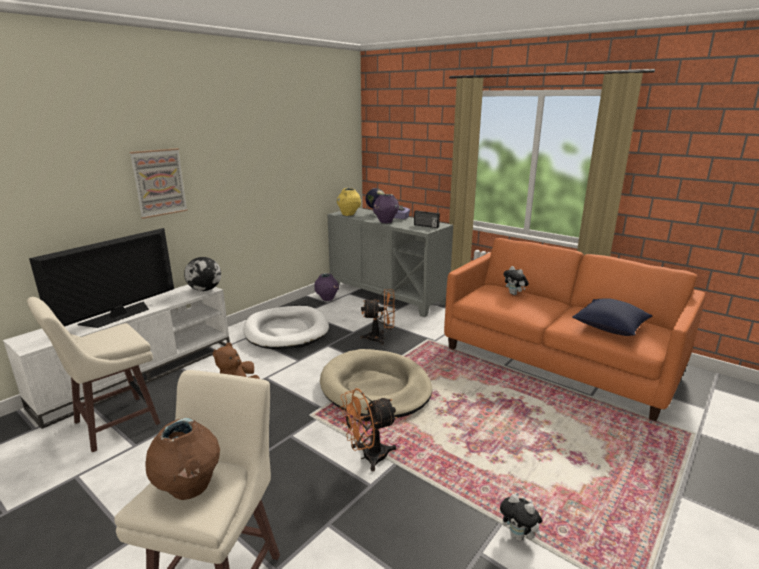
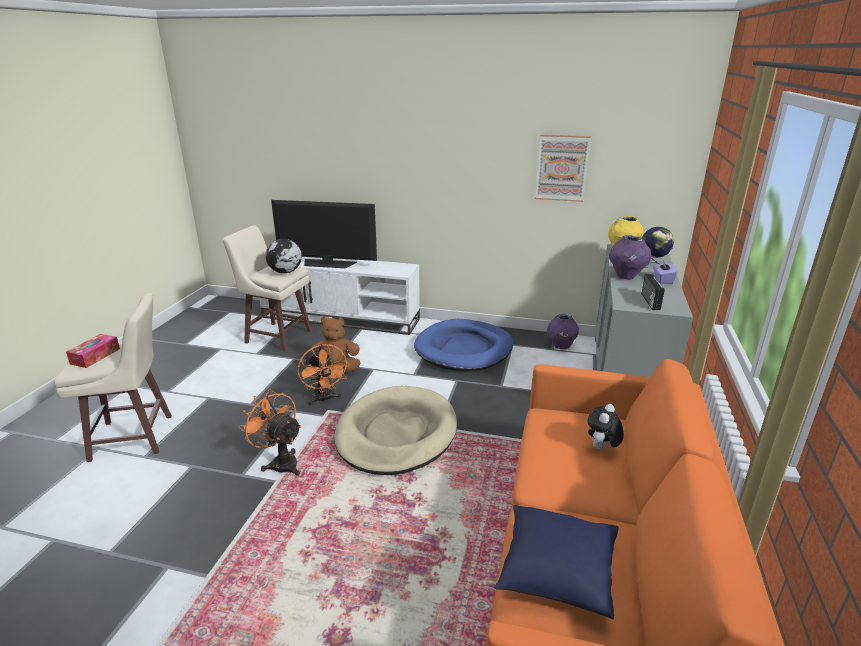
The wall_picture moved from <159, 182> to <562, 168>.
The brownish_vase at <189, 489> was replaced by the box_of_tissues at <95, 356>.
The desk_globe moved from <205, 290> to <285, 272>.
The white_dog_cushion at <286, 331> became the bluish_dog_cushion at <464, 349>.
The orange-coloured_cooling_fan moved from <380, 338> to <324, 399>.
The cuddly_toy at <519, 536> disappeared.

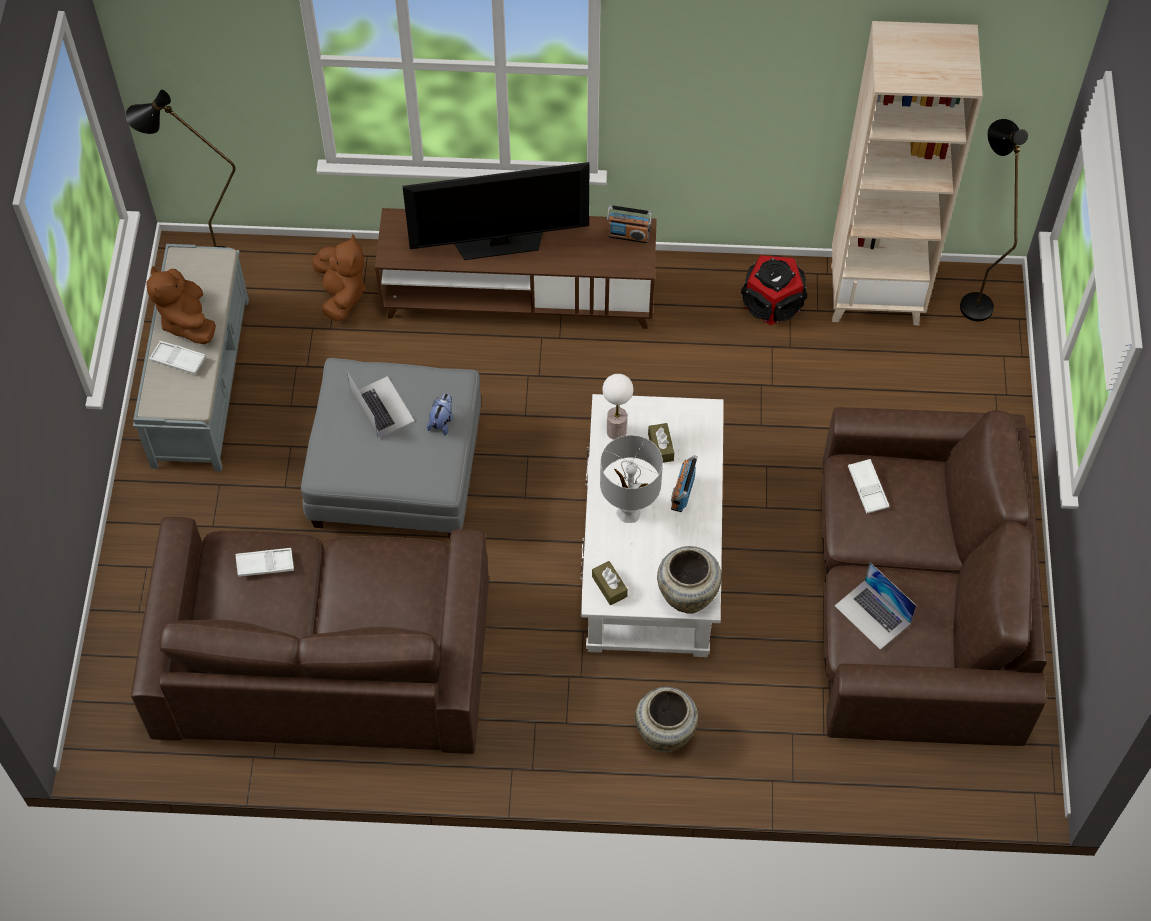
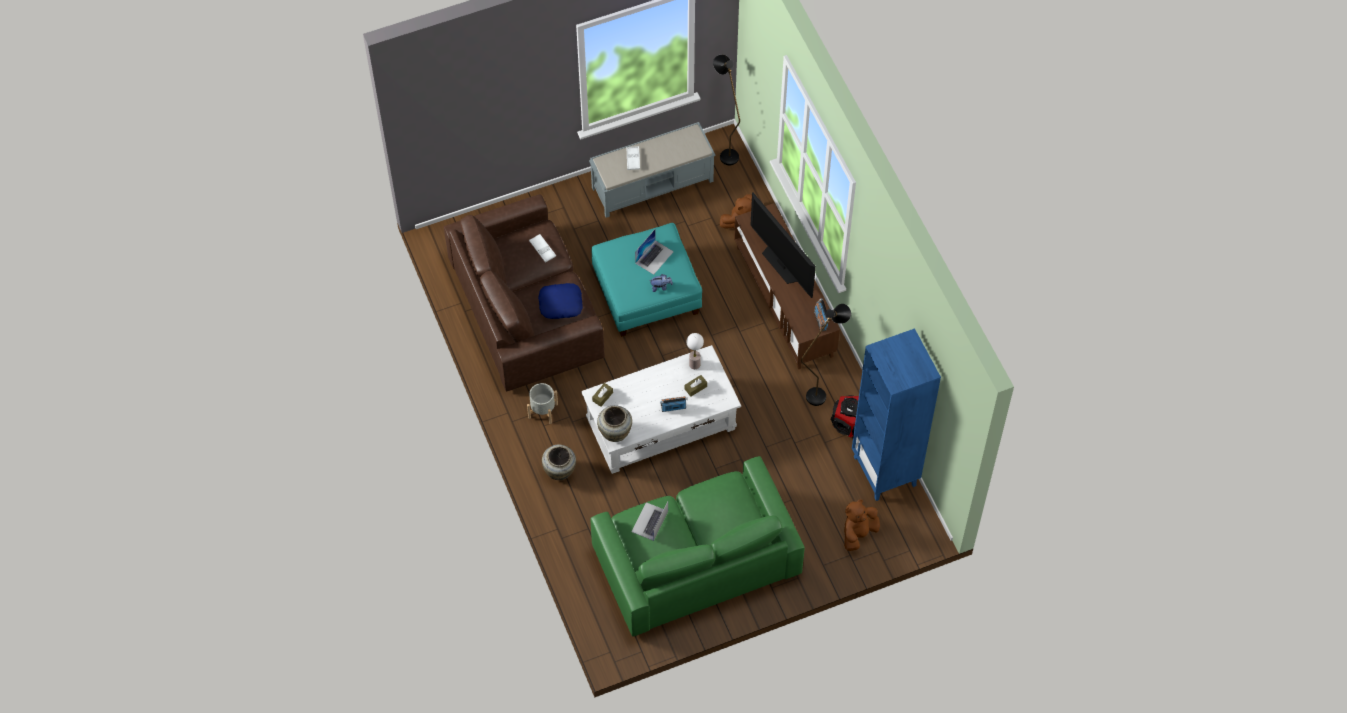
The brownish_cuddly_toy moved from <187, 321> to <858, 533>.
The grey_footrest at <396, 471> became the turquoise-coloured_footrest at <646, 292>.
The grey_lamp_for_a_table at <629, 512> disappeared.
The brownish_settee at <915, 600> became the greenish_settee at <695, 558>.
The beige-coloured_bookshelf at <875, 293> became the bluish_bookshelf at <885, 471>.
The white_carrying_tray at <867, 488> disappeared.
The black_floor_lamp moved from <971, 297> to <821, 392>.
The grey_planter at <543, 411> appeared.
The bluish_throw_pillow at <560, 303> appeared.

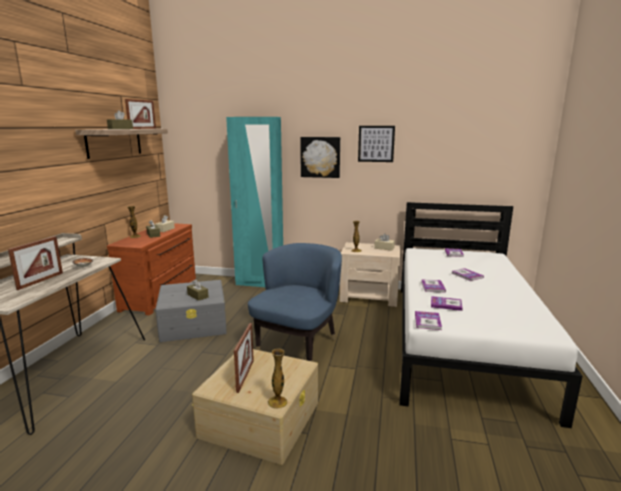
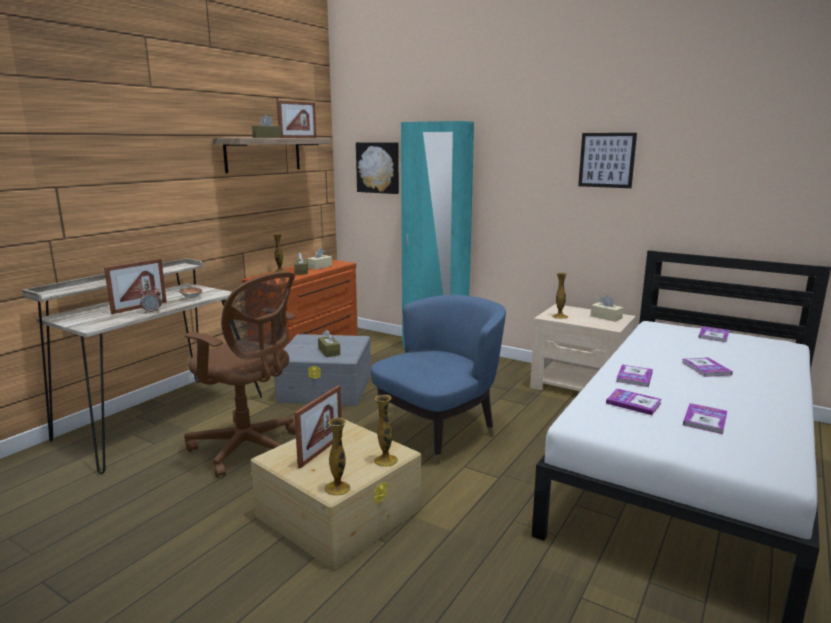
The wall_picture moved from <320, 157> to <378, 167>.
The book moved from <427, 321> to <705, 420>.
The alarm_clock at <152, 312> appeared.
The brownish_office_chair at <249, 449> appeared.
The vase at <386, 460> appeared.

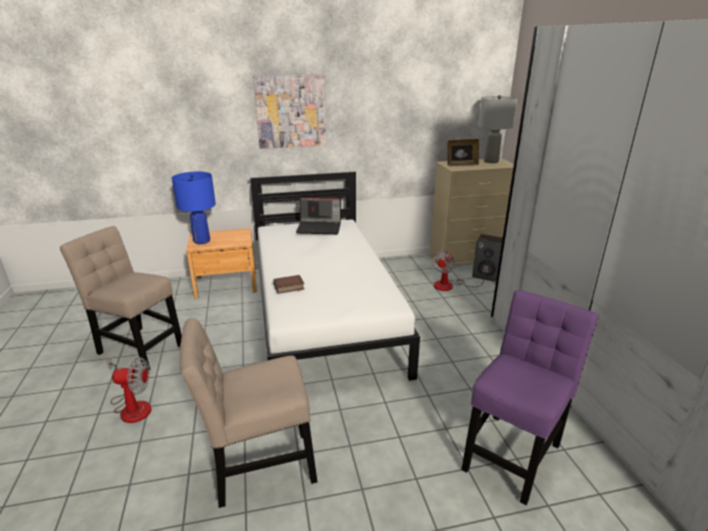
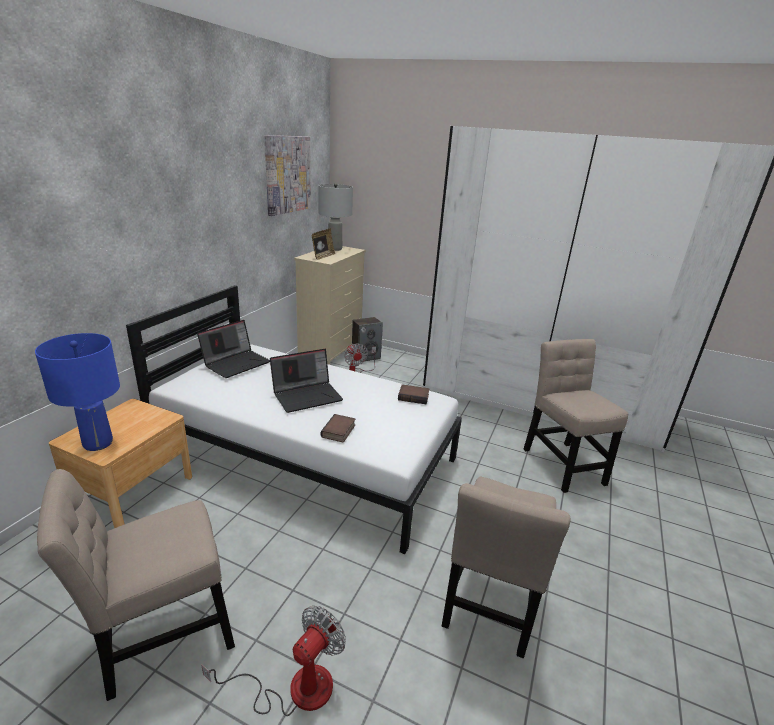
The wall_picture moved from <291, 111> to <287, 174>.
The purple-coloured_chair at <512, 452> became the beige-coloured_chair at <561, 463>.
The portable_computer at <307, 395> appeared.
The book at <414, 397> appeared.

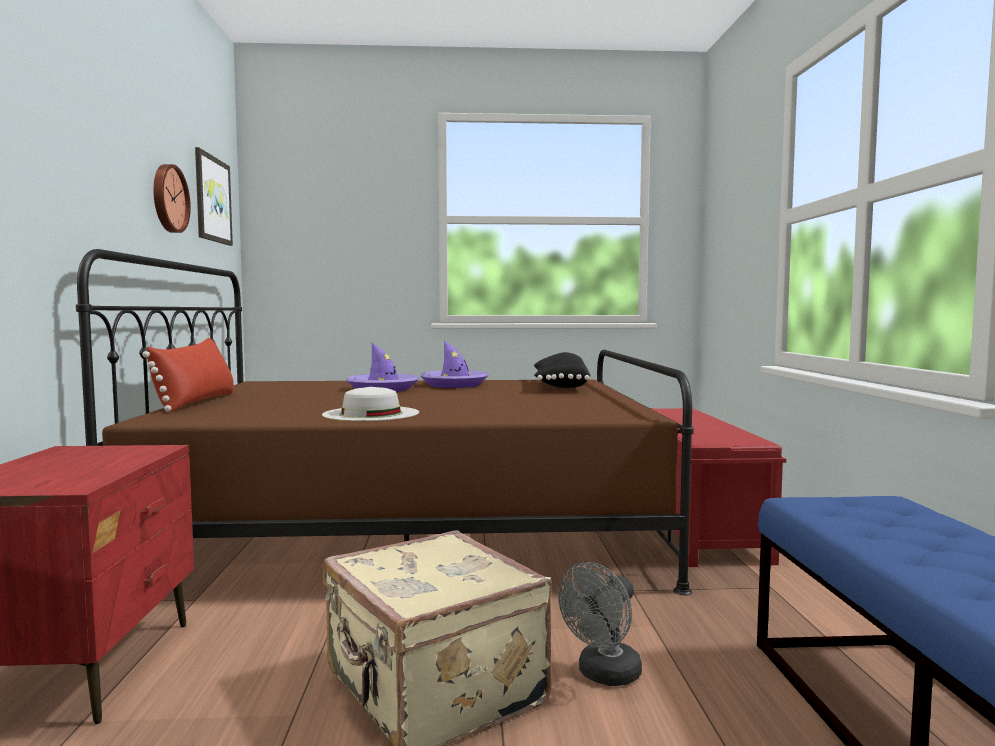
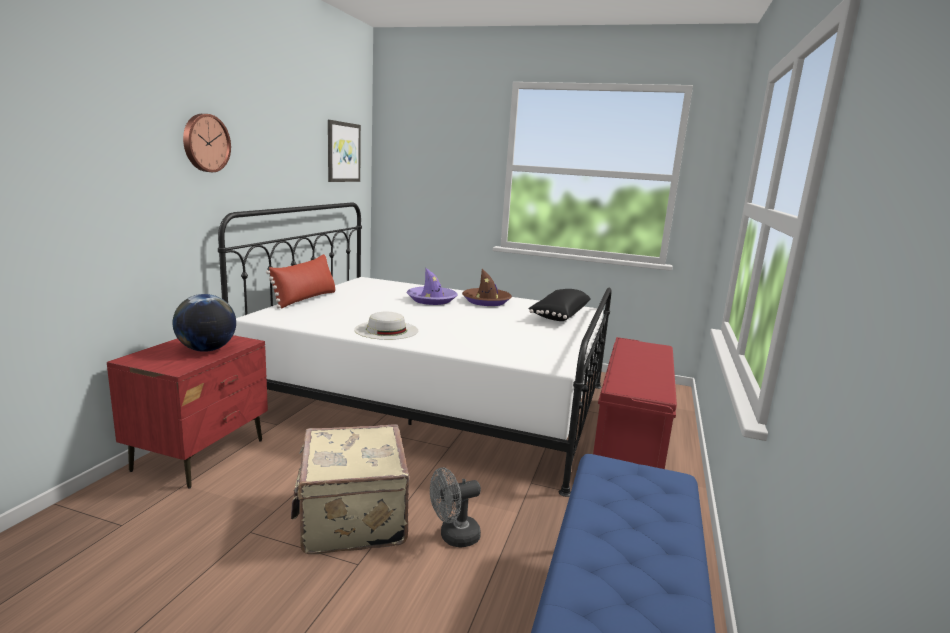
The brownish_sleeping_bed at <414, 528> became the white_sleeping_bed at <434, 400>.
The wall_clock moved from <168, 198> to <205, 143>.
The purple-coloured_clothing_hat at <454, 384> became the brownish_clothing_hat at <486, 301>.
The desk_globe at <206, 350> appeared.

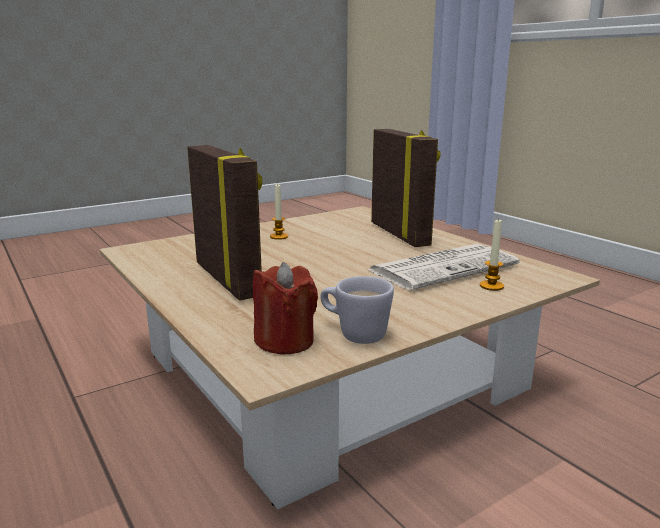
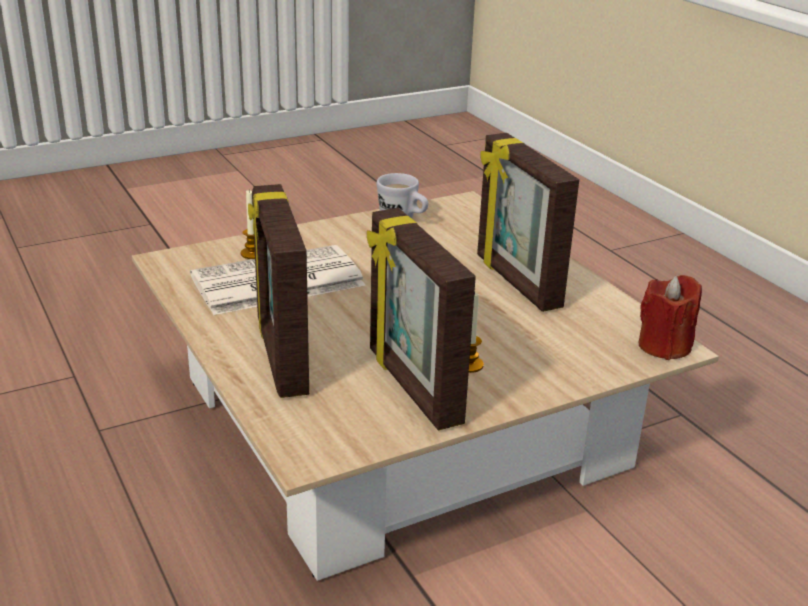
The red_wax_light moved from <285, 341> to <664, 346>.
The standing_frame at <412, 387> appeared.

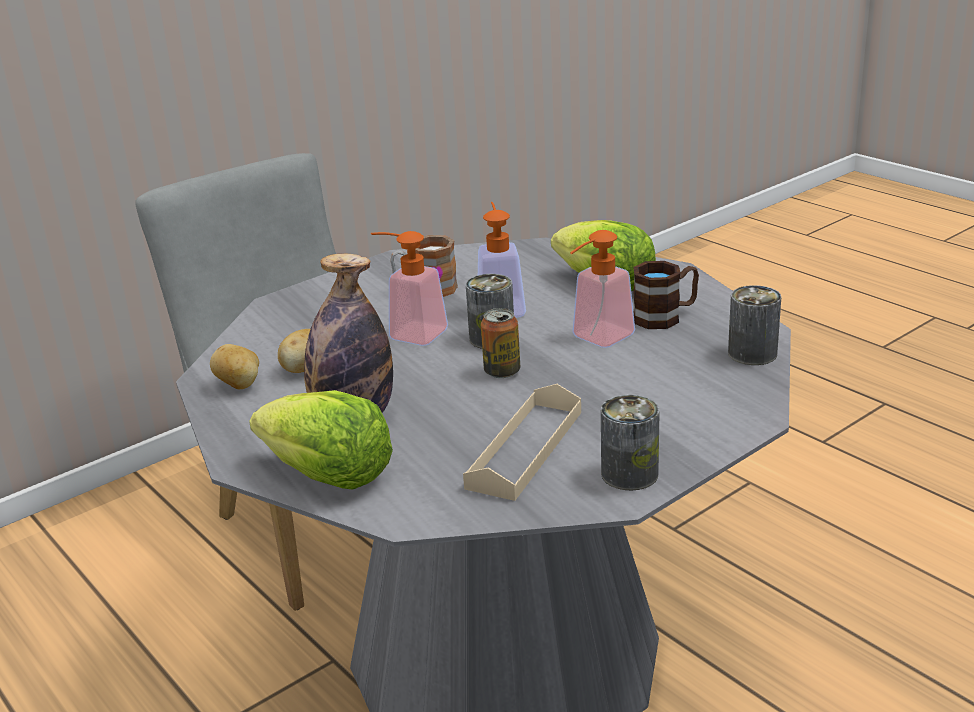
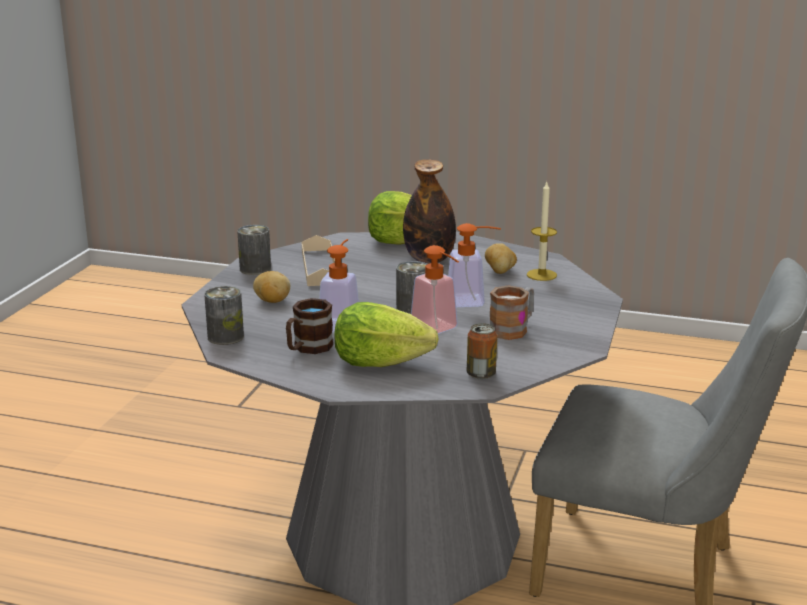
The spud moved from <239, 385> to <272, 301>.
The metal_can moved from <502, 371> to <481, 374>.
The wax_light at <541, 275> appeared.

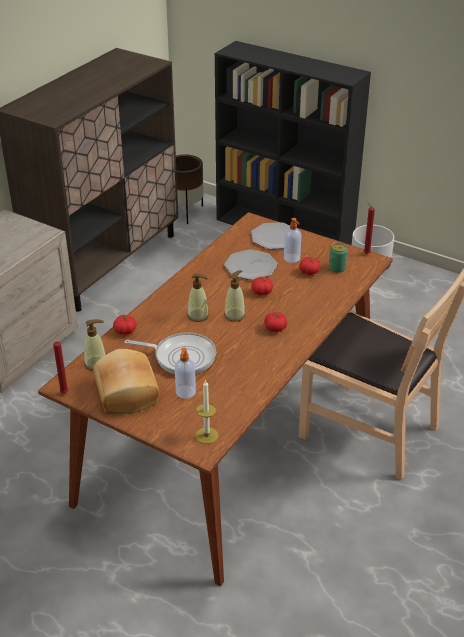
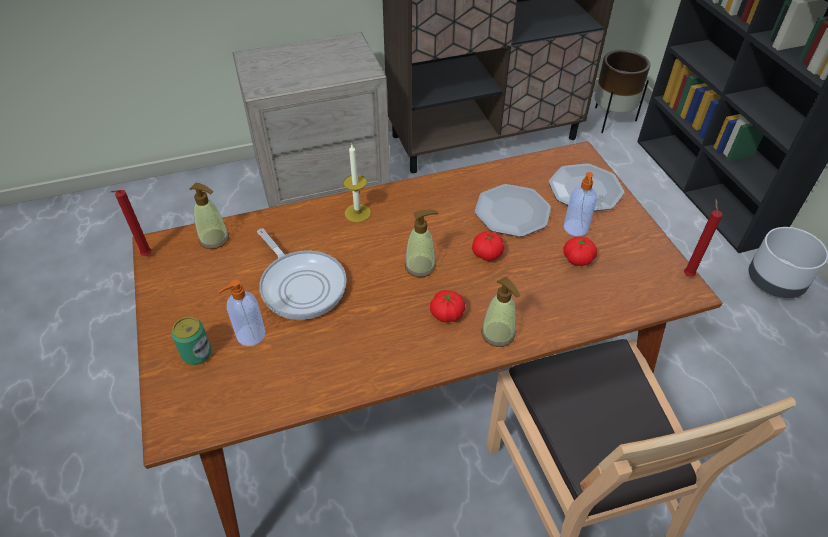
The bakery_bread at <125, 393> disappeared.
The fresh_tomato at <125, 331> disappeared.
The liquid_soap_bottle moved from <198, 316> to <498, 334>.
The wax_light moved from <206, 435> to <357, 213>.
The metal_can moved from <337, 268> to <197, 354>.

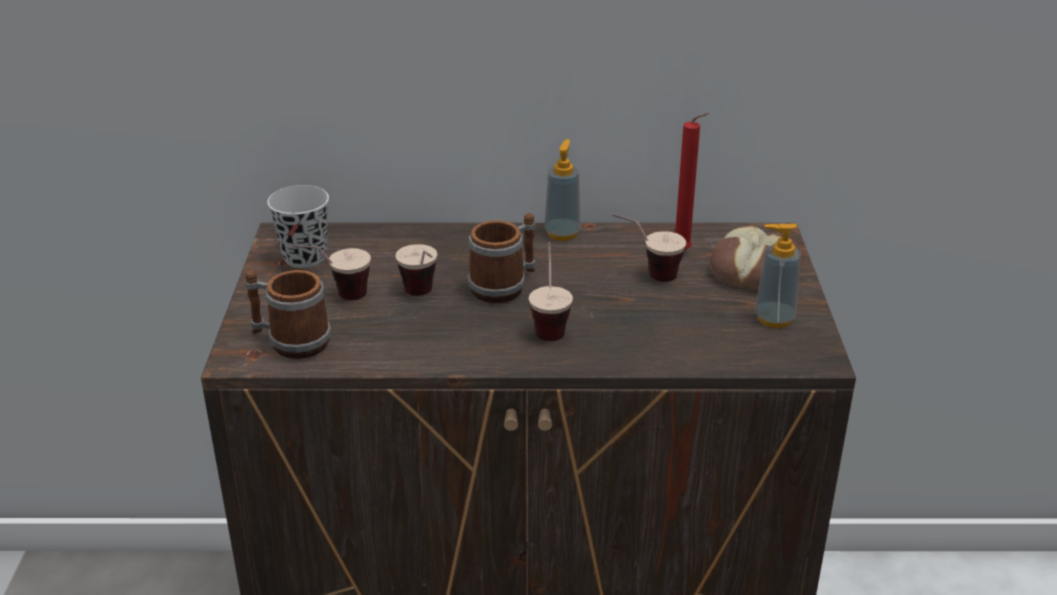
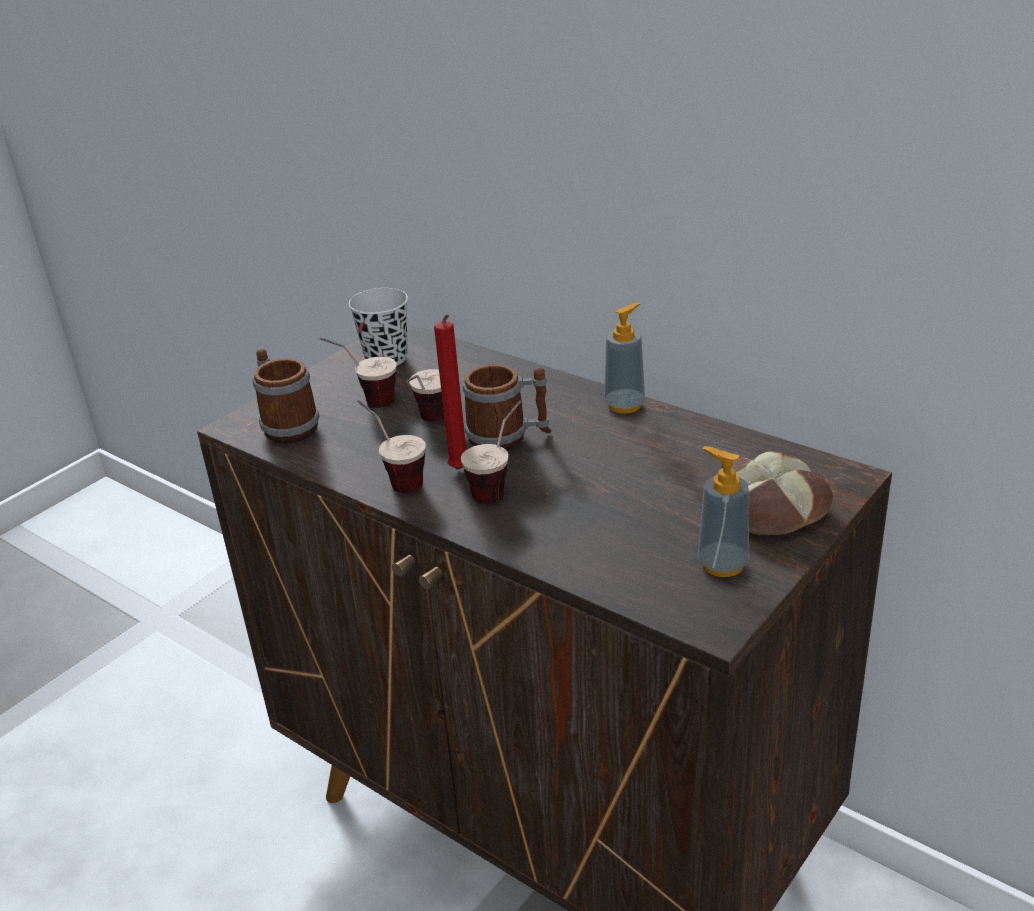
The drinking_cup moved from <646, 275> to <395, 479>.
The red_wax_light moved from <684, 252> to <460, 471>.

